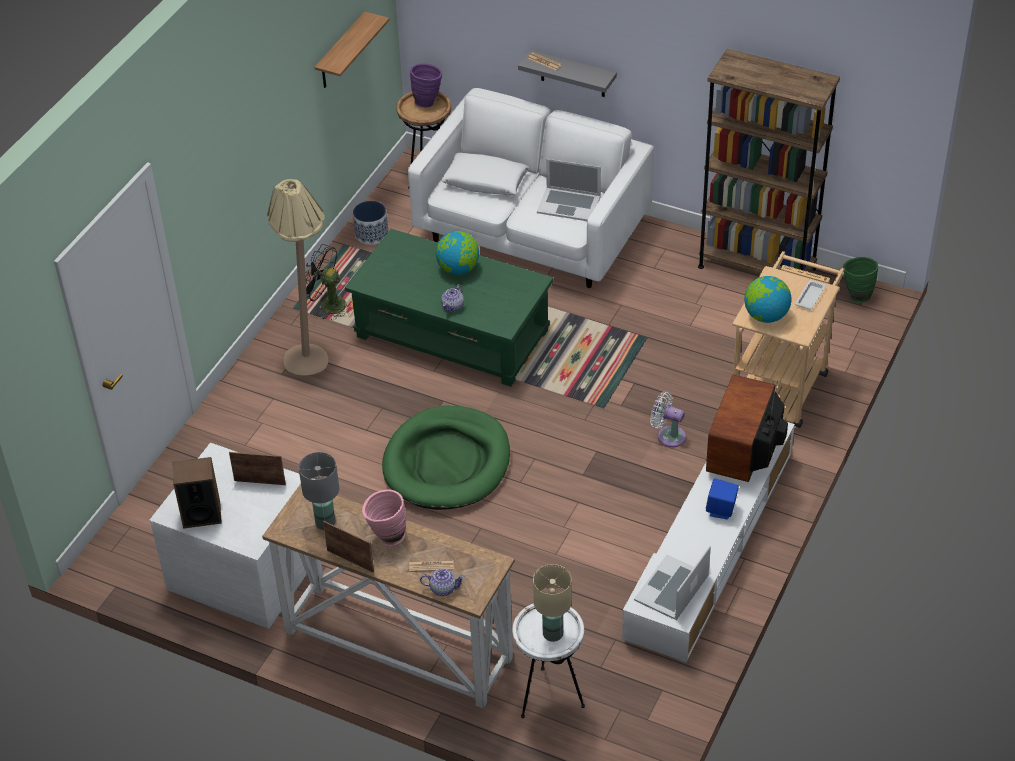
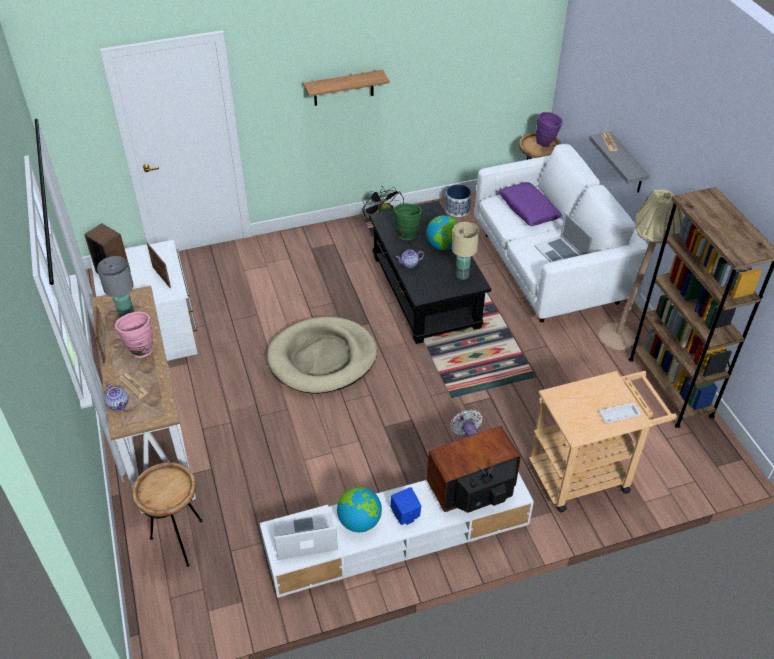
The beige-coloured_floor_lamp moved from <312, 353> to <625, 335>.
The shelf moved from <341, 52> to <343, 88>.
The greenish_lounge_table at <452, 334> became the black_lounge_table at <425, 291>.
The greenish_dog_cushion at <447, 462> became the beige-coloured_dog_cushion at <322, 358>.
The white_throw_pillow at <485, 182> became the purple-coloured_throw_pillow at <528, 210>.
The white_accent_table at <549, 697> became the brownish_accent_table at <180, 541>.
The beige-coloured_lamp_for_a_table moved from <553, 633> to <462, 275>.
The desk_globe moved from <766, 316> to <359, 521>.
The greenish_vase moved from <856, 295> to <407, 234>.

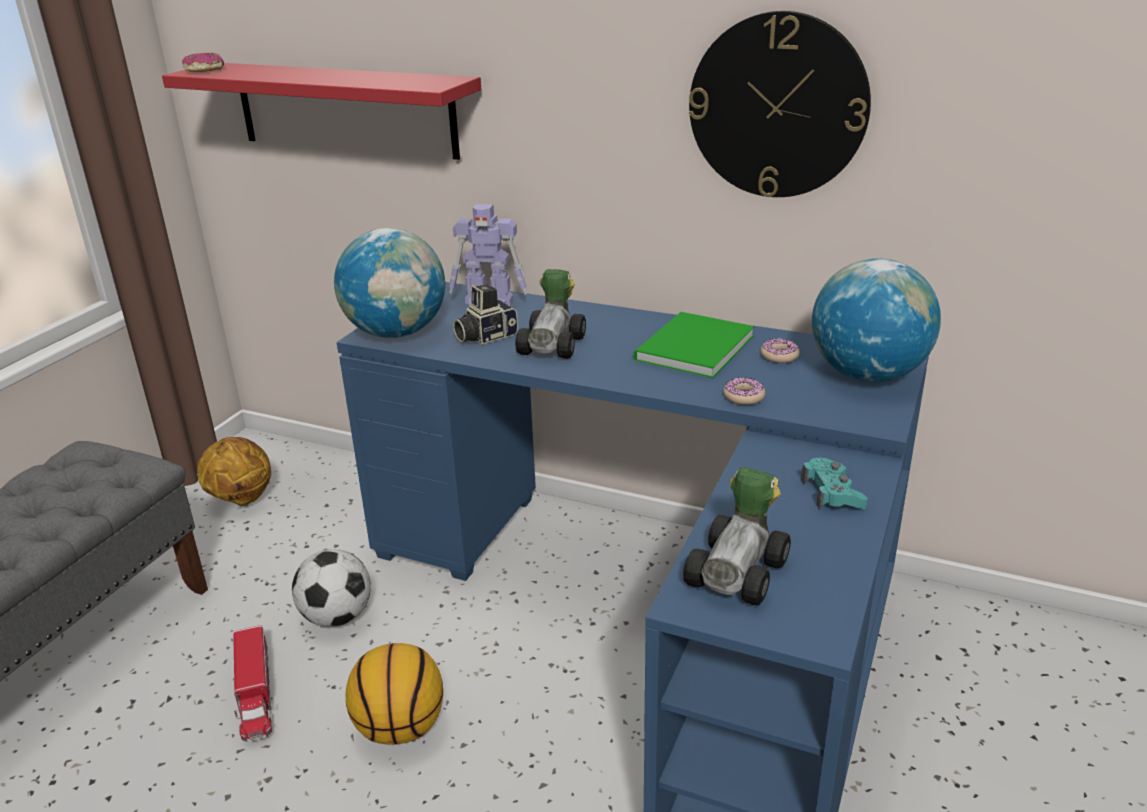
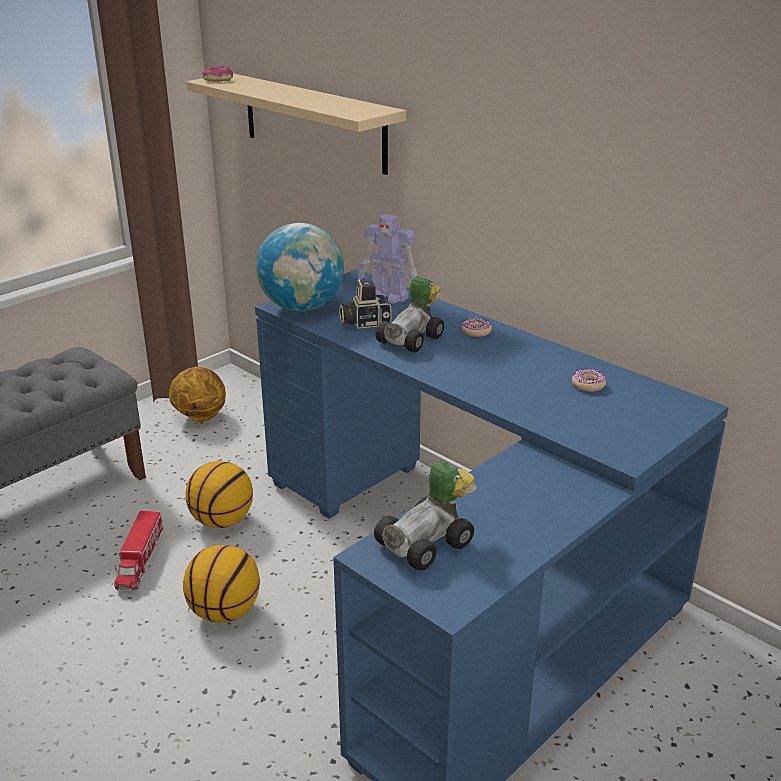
The red_shelf at <345, 109> became the beige-coloured_shelf at <313, 122>.
The football at <337, 617> was replaced by the basketball at <222, 521>.
The greenish_book at <690, 348> disappeared.
The wall_clock at <778, 106> disappeared.
The ring_doughnut moved from <743, 397> to <476, 331>.
The turquoise-coloured_game_controller at <832, 493> disappeared.
The desk_globe at <867, 375> disappeared.

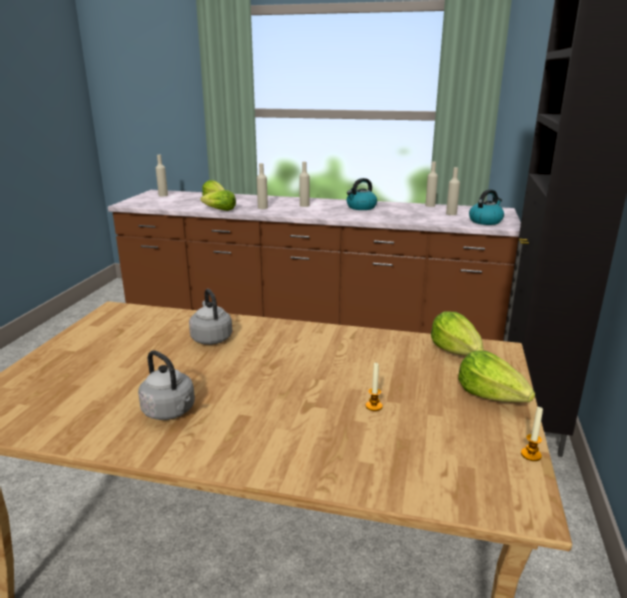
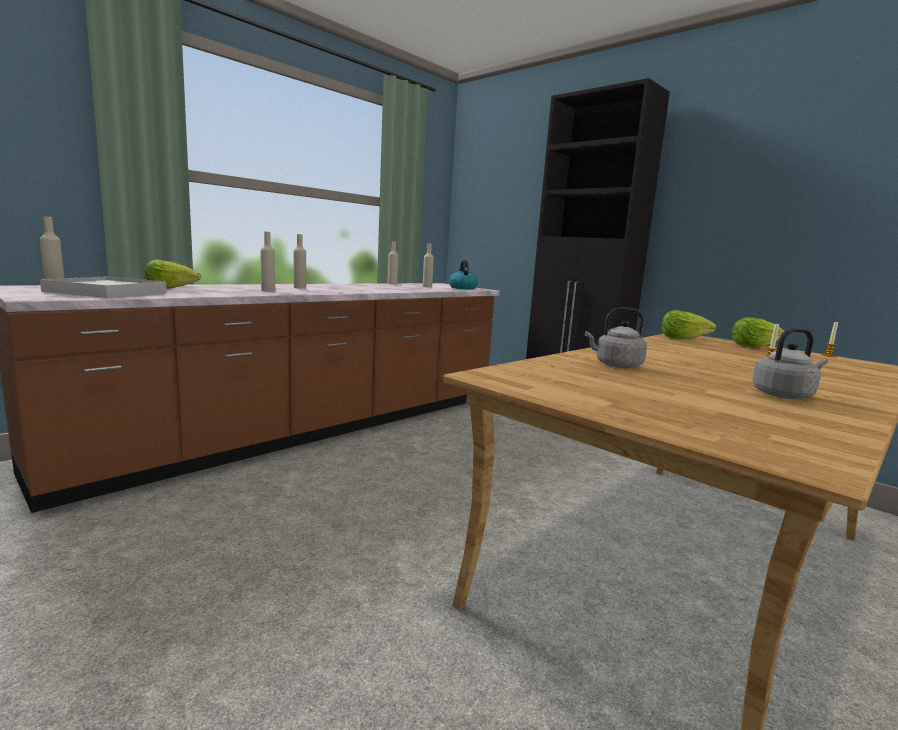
The lettuce_head at <219, 210> disappeared.
The water_kettle at <361, 207> disappeared.
The white_carrying_tray at <107, 292> appeared.

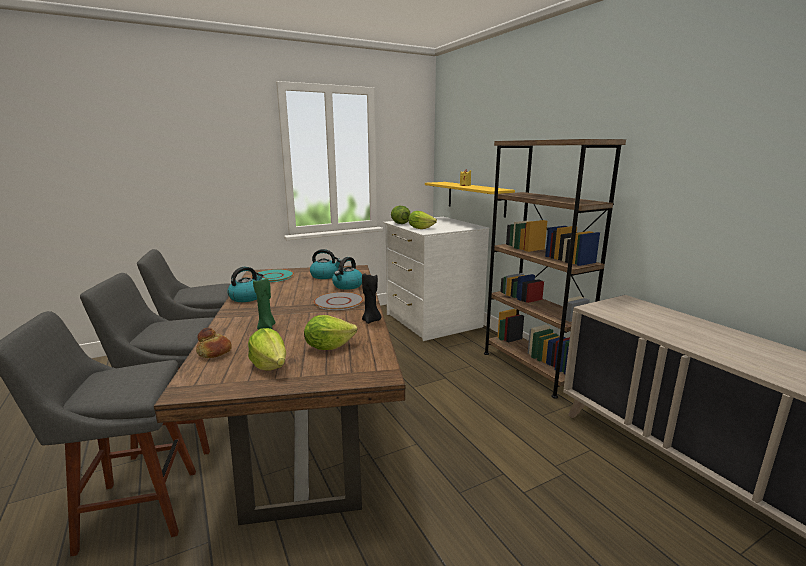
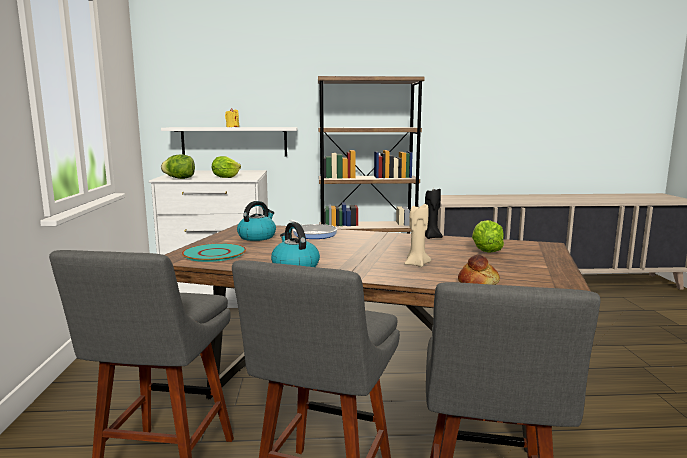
The lettuce_head at <270, 365> disappeared.
The greenish_wax_light at <266, 327> became the beige-coloured_wax_light at <416, 264>.
The grey_plate at <338, 302> disappeared.
The water_kettle at <347, 286> was replaced by the frying_pan at <313, 234>.
The yellowish_shelf at <475, 198> became the white_shelf at <234, 141>.

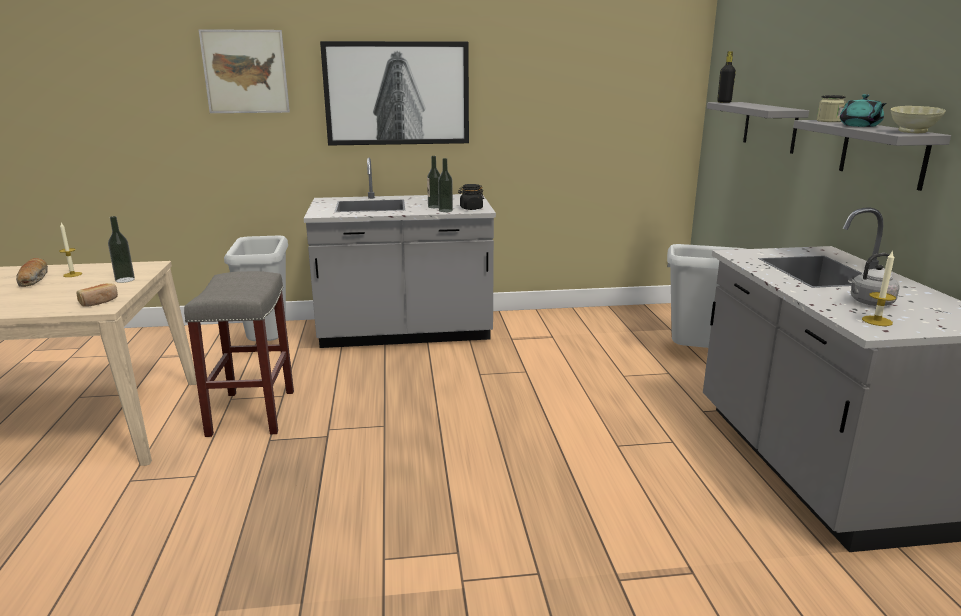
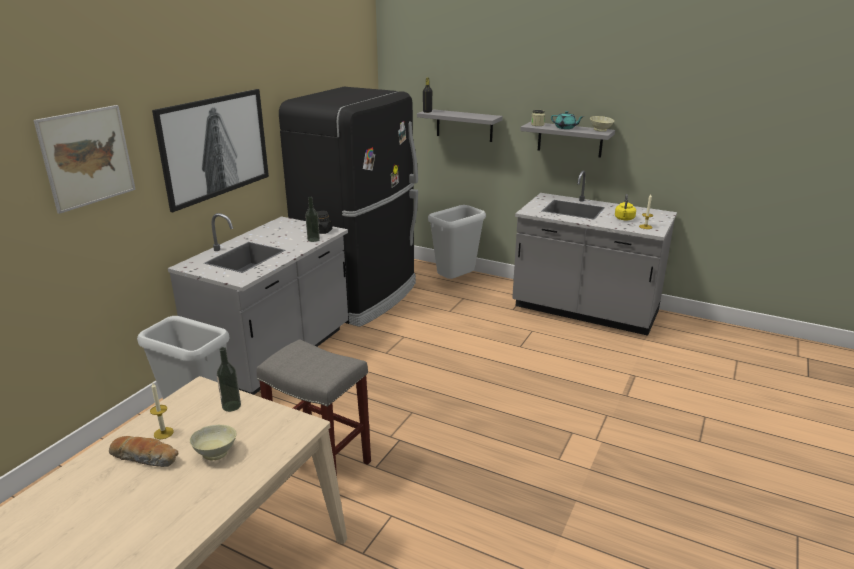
The bakery_bread at <99, 302> disappeared.
The bottle at <434, 207> disappeared.
The grey_water_kettle at <869, 303> became the yellowish_water_kettle at <624, 219>.
The beige-coloured_serving_bowl at <216, 453> appeared.
The black_fridge at <361, 297> appeared.

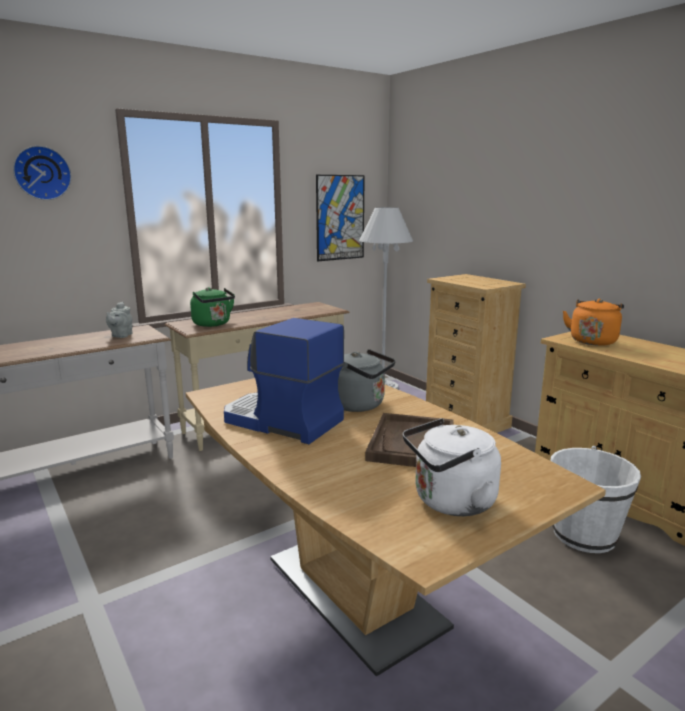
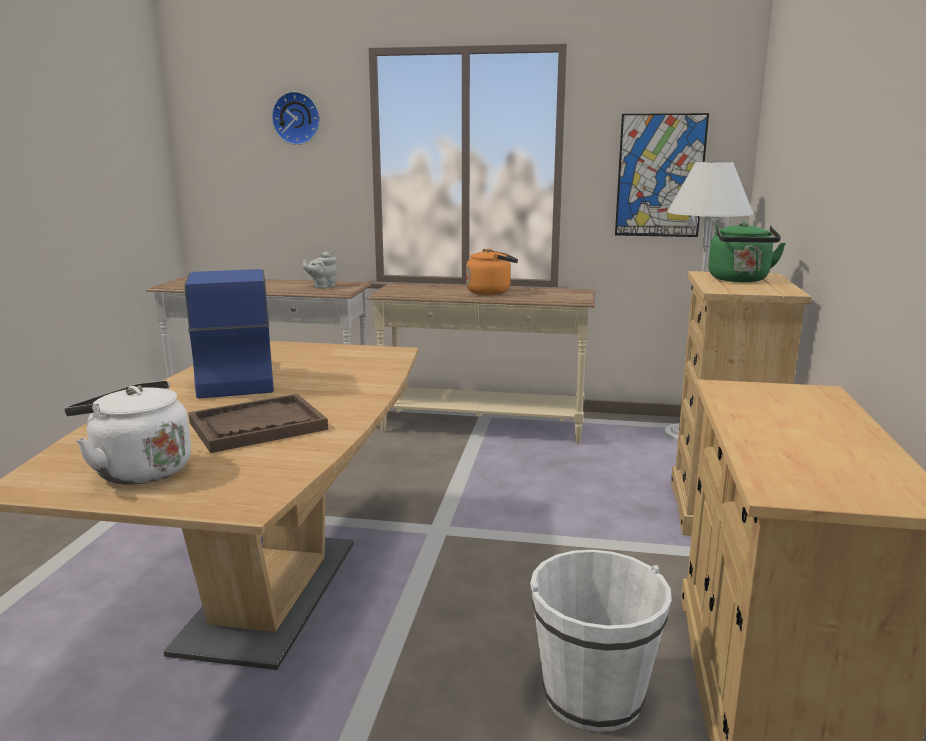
The greenish_water_kettle moved from <213, 324> to <739, 280>.
The grey_water_kettle at <360, 405> disappeared.
The orange-coloured_water_kettle moved from <593, 341> to <491, 292>.

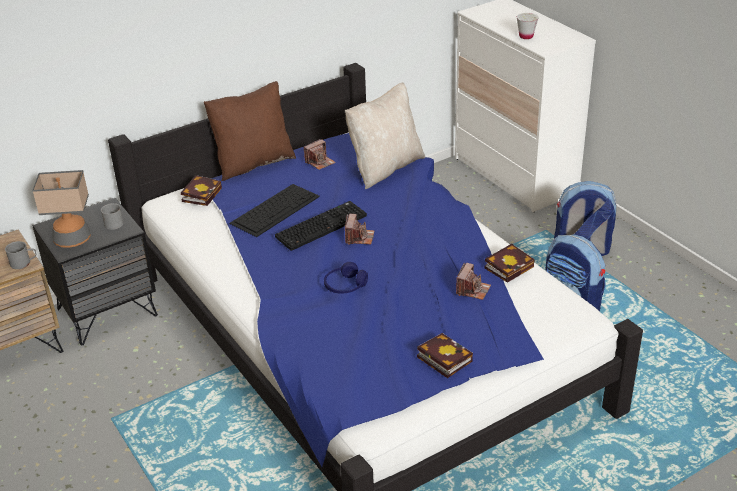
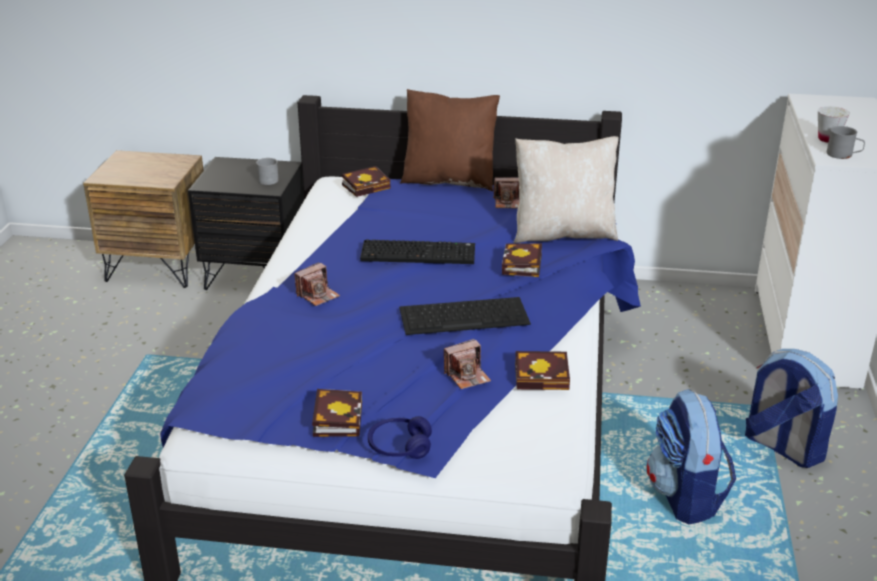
The grey_coffee_mug moved from <24, 263> to <843, 155>.
The lamp_for_a_table at <72, 240> disappeared.
The computer_keyboard moved from <275, 209> to <465, 315>.
The bluish_pair_of_headphones moved from <345, 286> to <399, 447>.
The photo_camera moved from <359, 237> to <318, 295>.
The book at <522, 266> appeared.

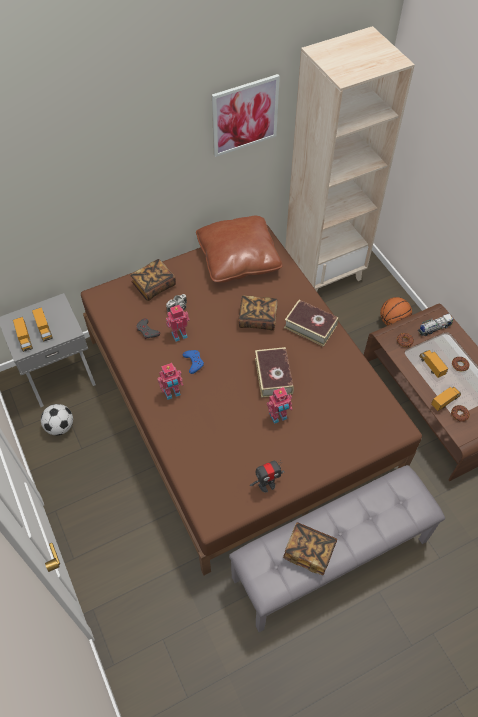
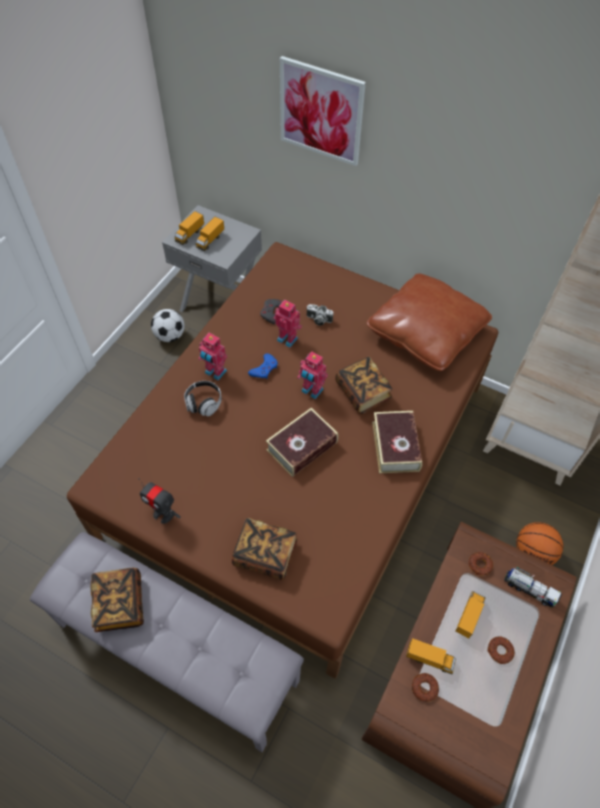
The book moved from <154, 286> to <265, 554>.
The wall_picture moved from <244, 115> to <321, 111>.
The robot_figure moved from <278, 417> to <311, 391>.
The pair_of_headphones at <203, 403> appeared.

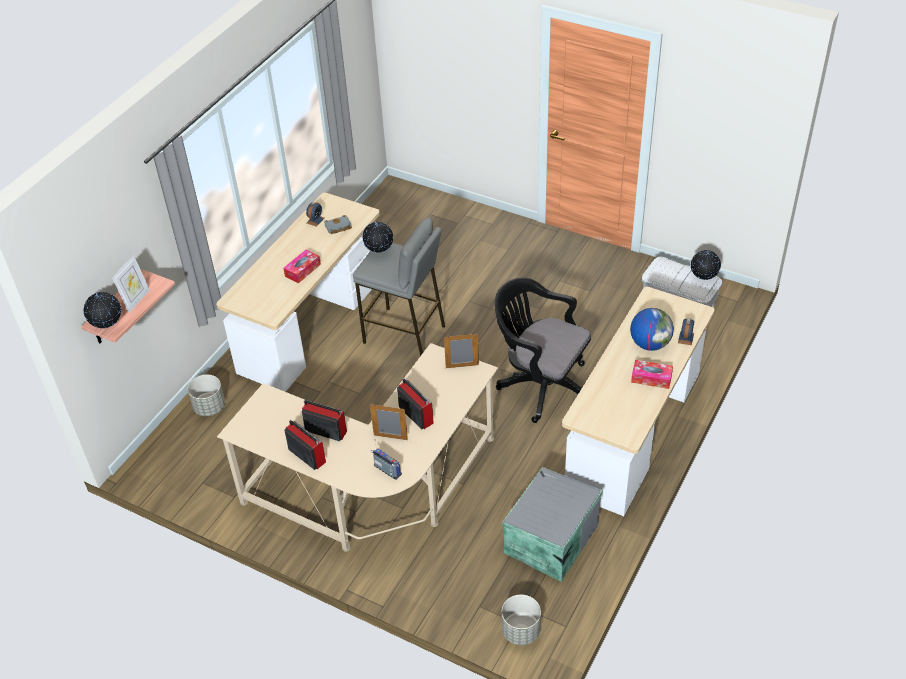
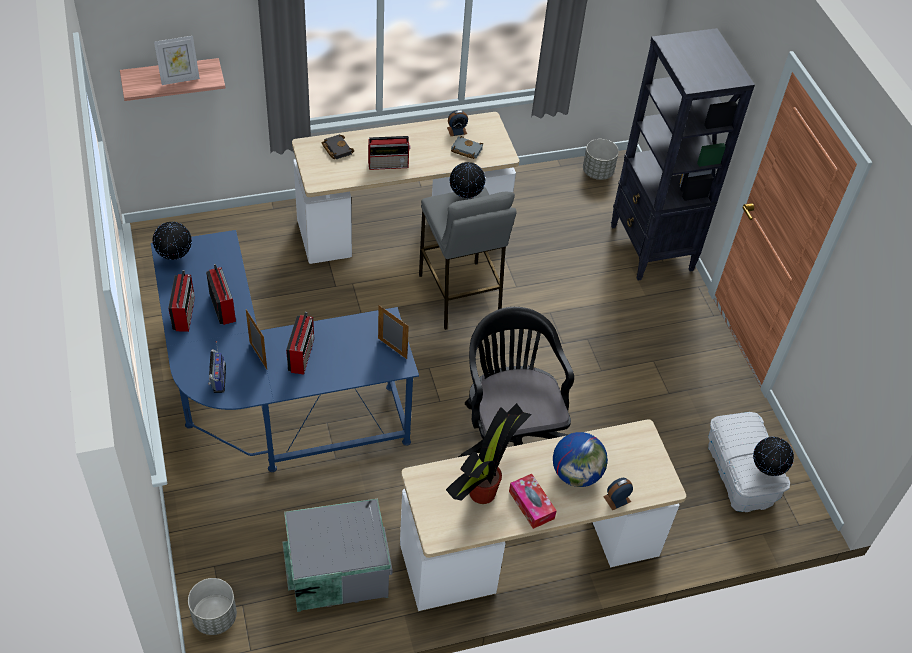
The desk_globe moved from <108, 326> to <175, 257>.
The grey_planter moved from <210, 407> to <598, 172>.
The beige-coloured_desk_table at <377, 492> became the bluish_desk_table at <267, 403>.
The box_of_tissues at <302, 270> was replaced by the radio at <389, 164>.
The black_book at <336, 149> appeared.
The plant_in_a_pot at <483, 491> appeared.
The black_bookshelf at <651, 249> appeared.

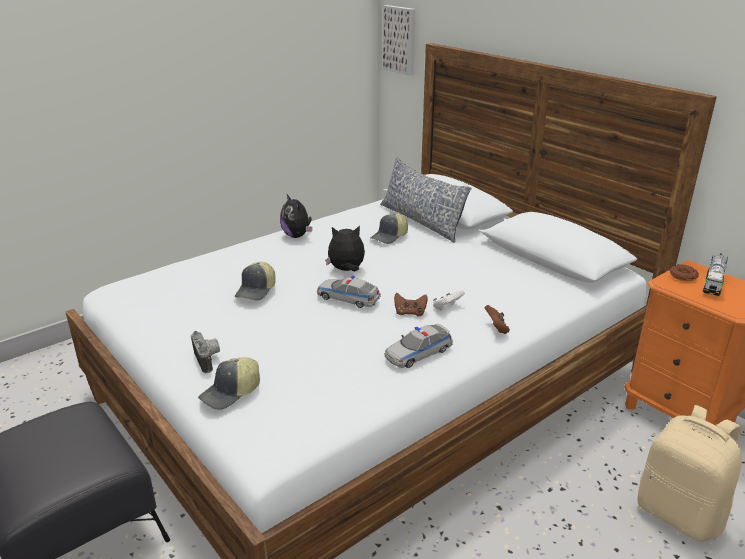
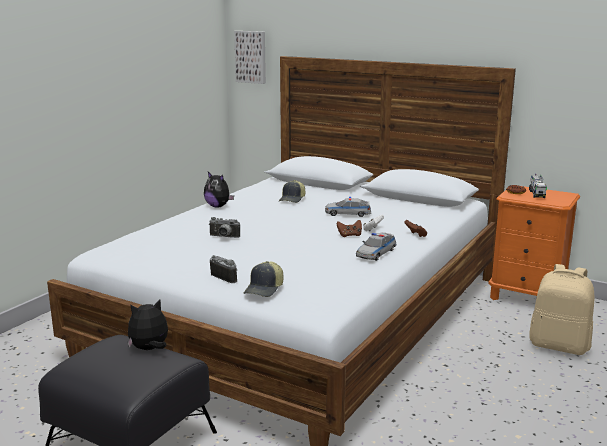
The baseball_cap at <257, 290> was replaced by the photo_camera at <223, 237>.
The toy_car moved from <348, 298> to <348, 214>.
The cuddly_toy moved from <346, 270> to <150, 349>.
The throw_pillow at <421, 221> disappeared.

